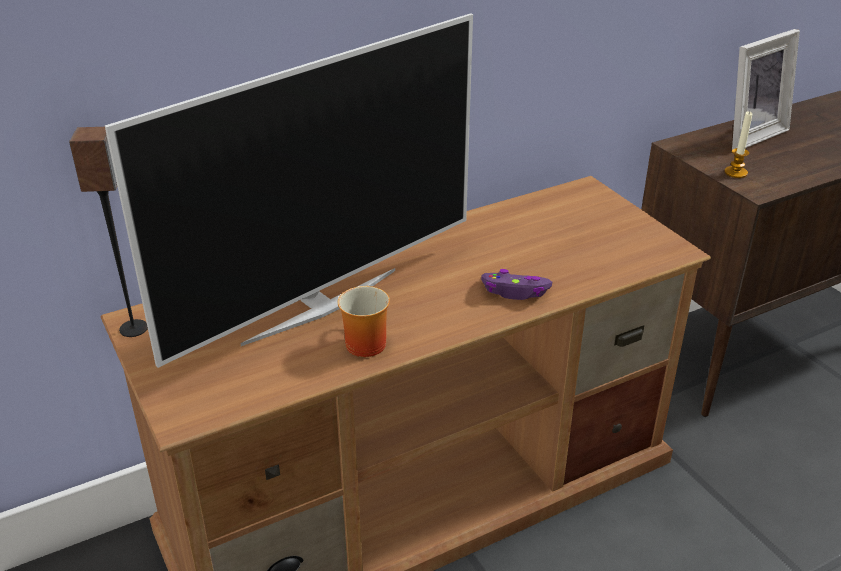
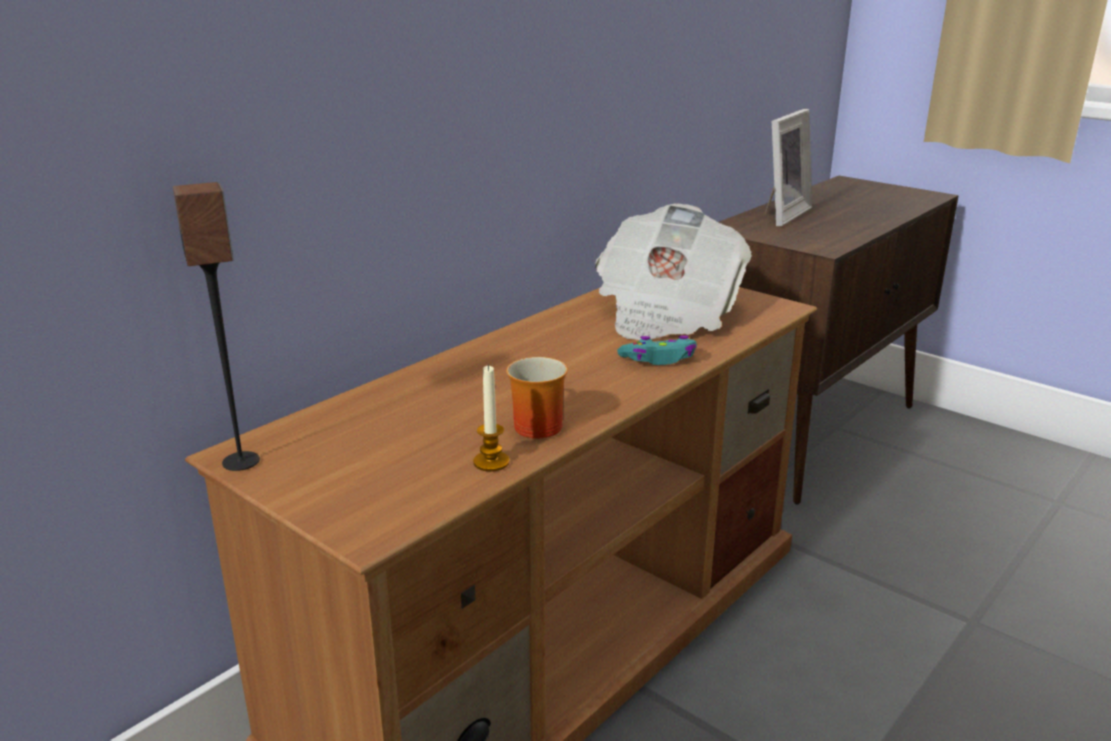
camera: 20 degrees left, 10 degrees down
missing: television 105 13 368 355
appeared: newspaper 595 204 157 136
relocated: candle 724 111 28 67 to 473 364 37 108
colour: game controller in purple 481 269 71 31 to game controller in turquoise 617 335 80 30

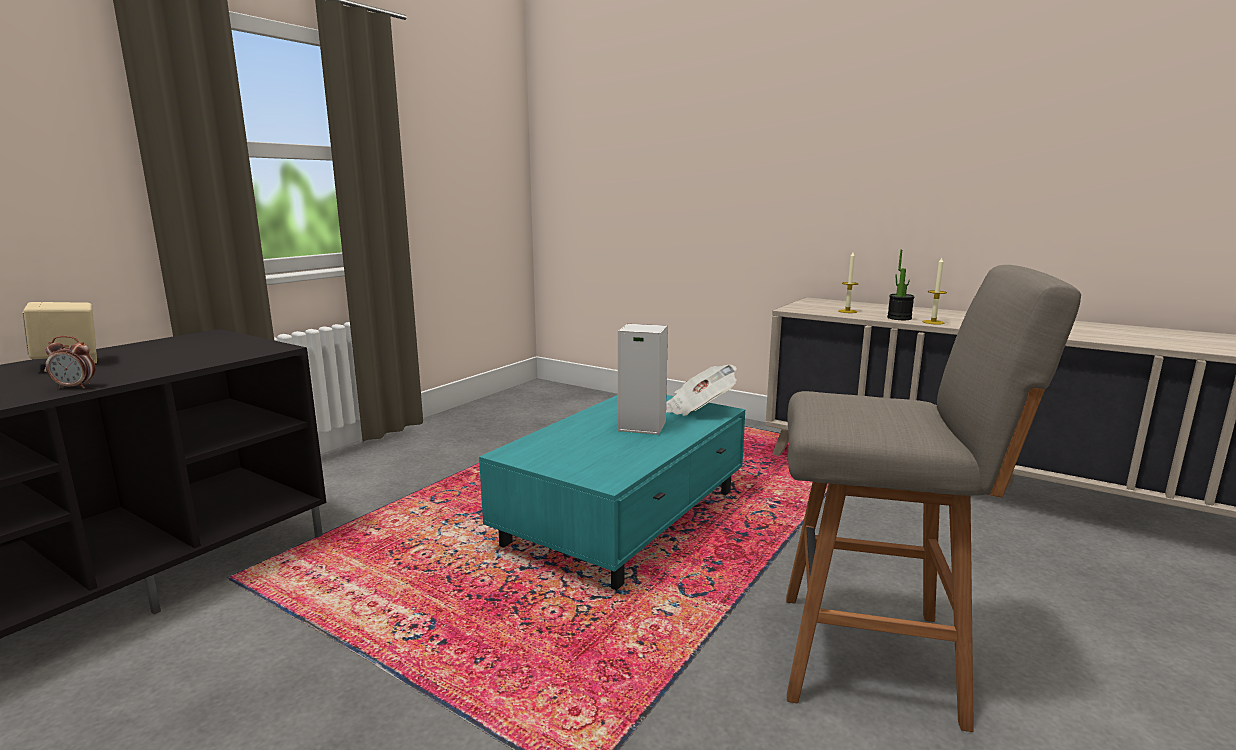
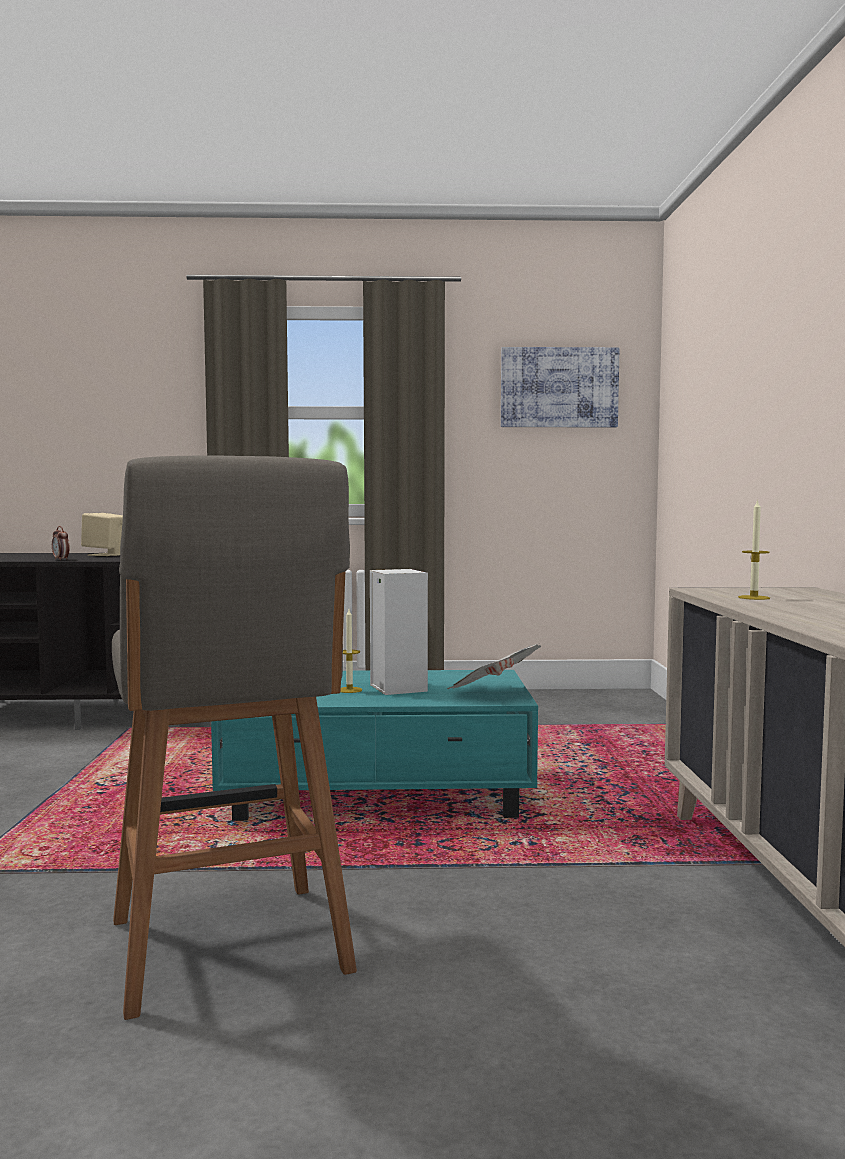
camera: 55 degrees right, 10 degrees down
missing: potted plant 887 250 27 70
appeared: picture 501 347 118 80
relocated: candle 922 258 25 67 to 341 609 21 84

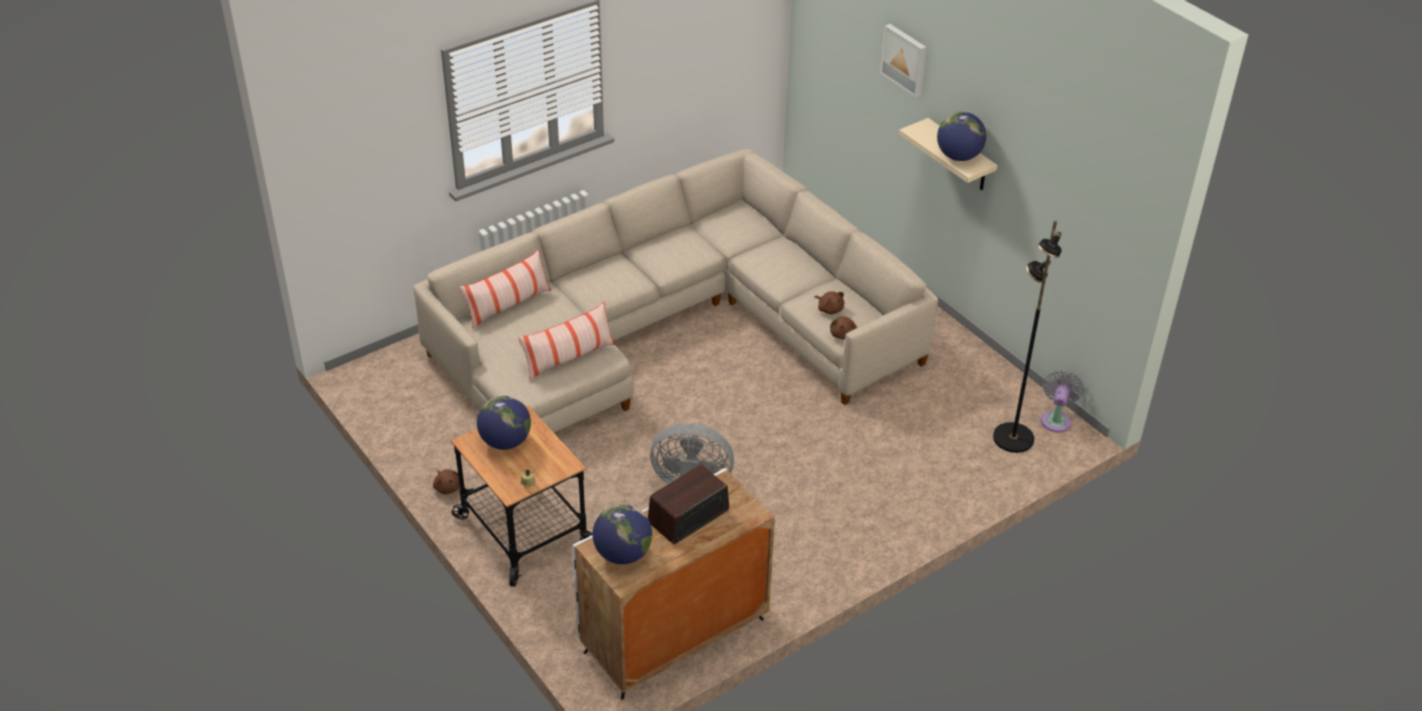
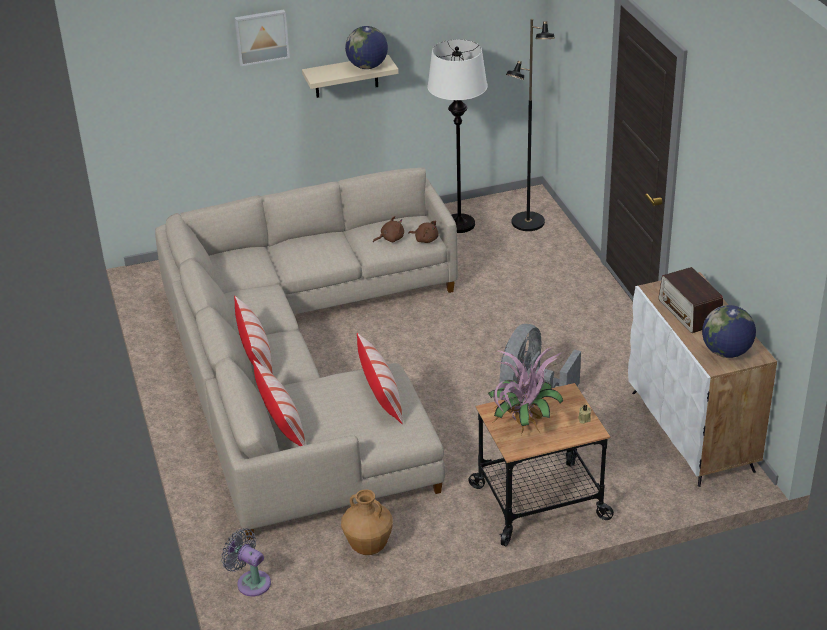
camera: 70 degrees left, 5 degrees down
missing: plush toy in brown 433 469 27 25
appeared: pillow 234 296 38 77; vase in brown 341 489 52 66; floor lamp in white 427 39 61 194
relocated: fan in grey 1041 370 43 62 to 221 528 50 68
exchanged: globe 477 396 54 54 to potted plant 488 345 75 90

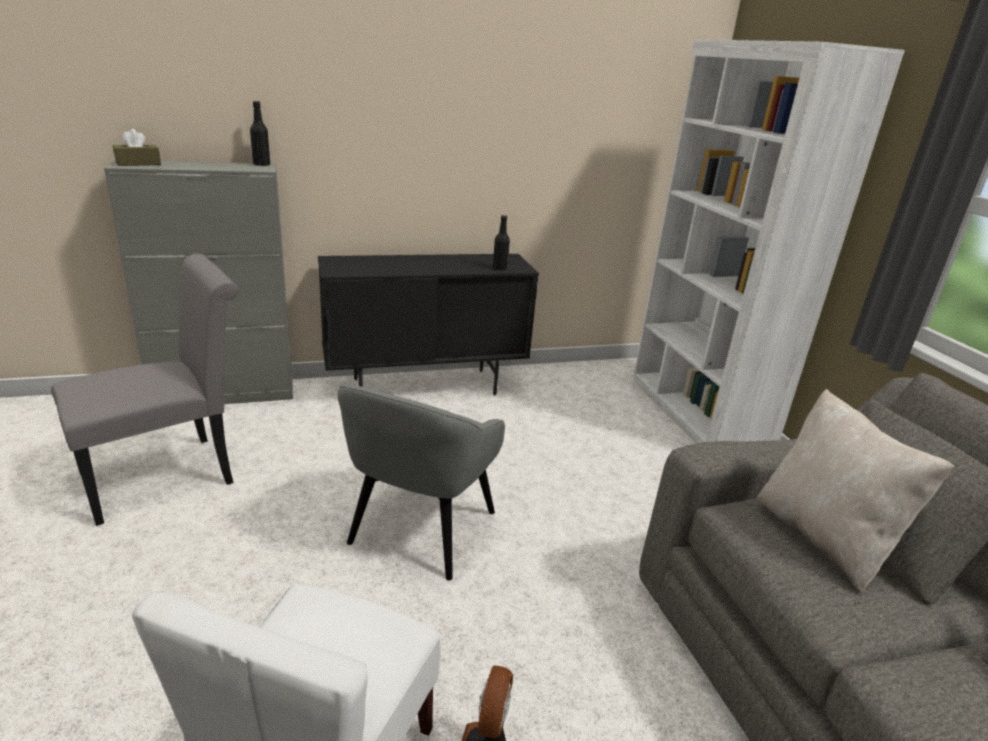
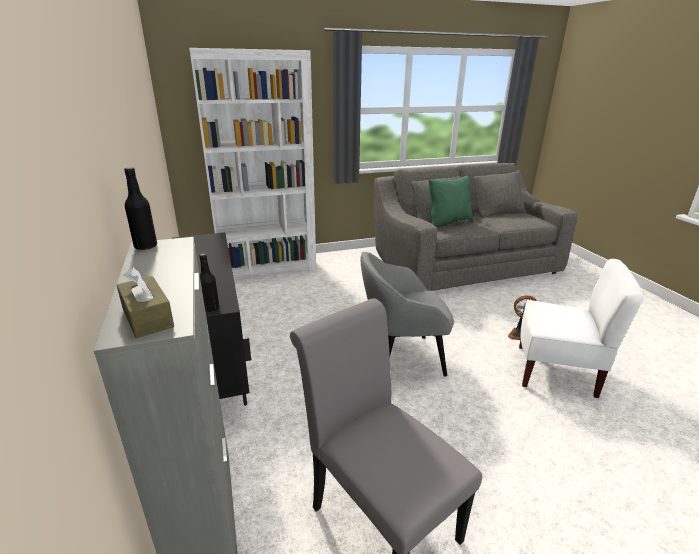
camera: 90 degrees left, 0 degrees up
relocated: bottle in black 493 215 17 56 to 199 253 20 59
colour: pillow in beige 756 389 198 204 to pillow in green 429 176 44 51
spun: armchair in grey 338 384 167 197 = 361 252 93 125 150 degrees clockwise

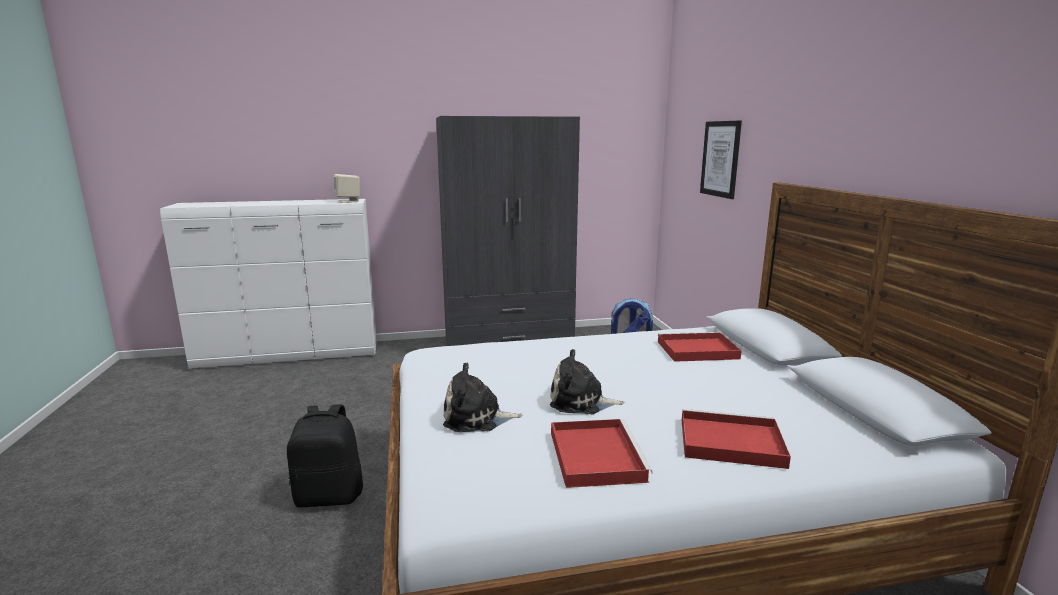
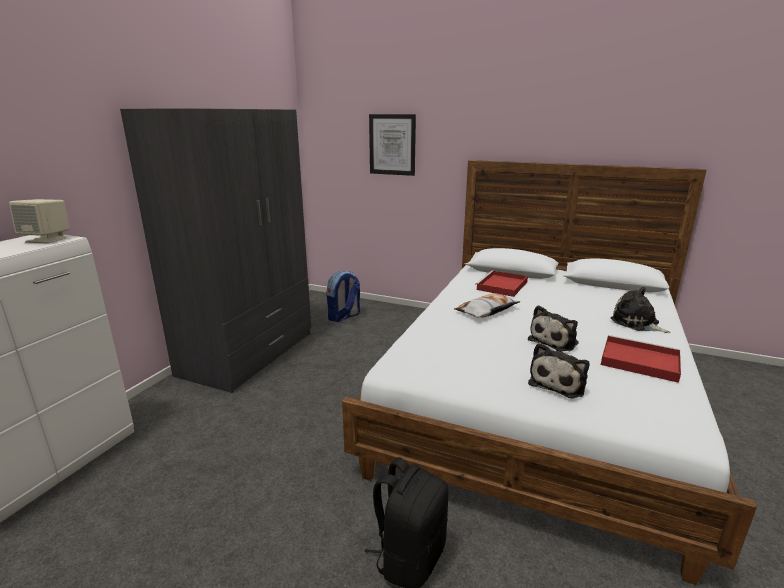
camera: 55 degrees left, 5 degrees up
appeared: pillow 454 294 66 24
exchanged: tray in red 682 409 109 60 to plush toy 611 287 59 46

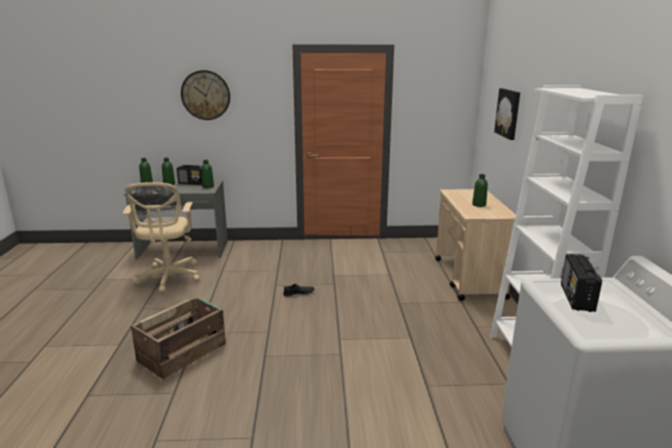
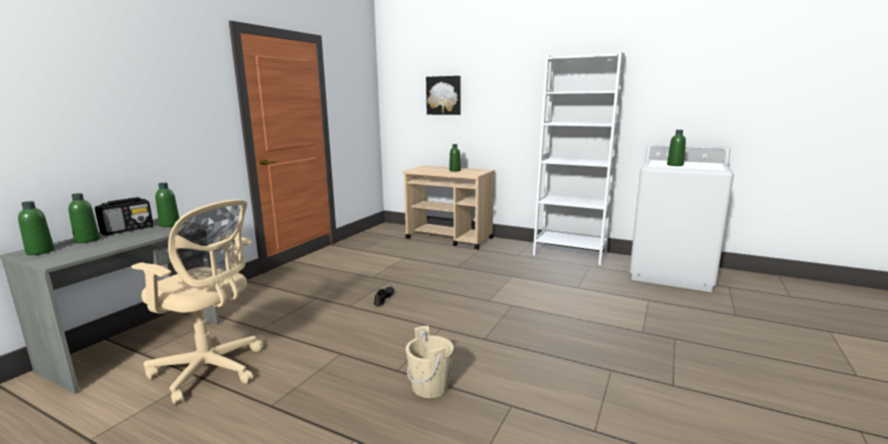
camera: 60 degrees left, 5 degrees down
missing: wall clock 181 70 49 50
exchanged: crate 131 296 95 83 to bucket in beige 406 326 48 72; radio 561 254 41 58 to bottle in green 667 130 19 36

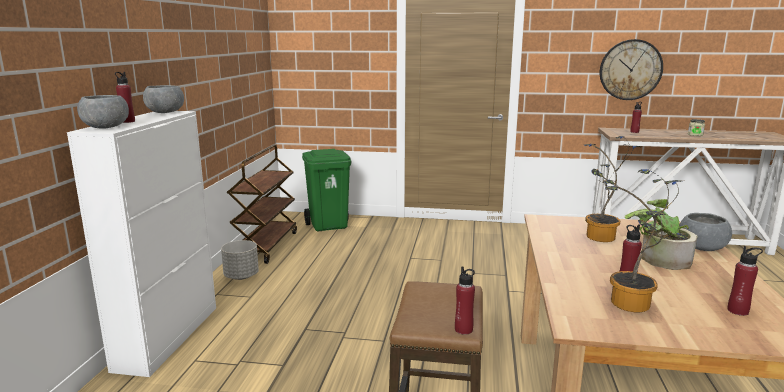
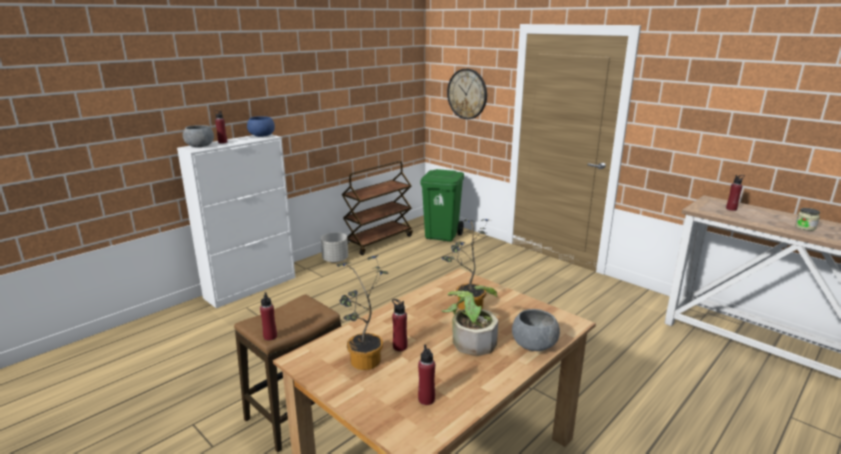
camera: 35 degrees right, 5 degrees up
relocated: wall clock 600 39 63 61 to 447 69 40 50
colour: bowl in grey 143 85 41 28 to bowl in blue 247 116 28 21

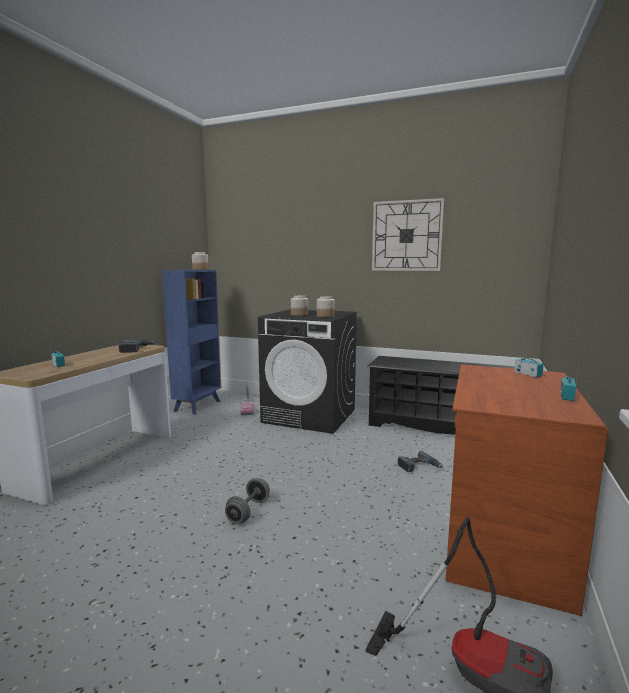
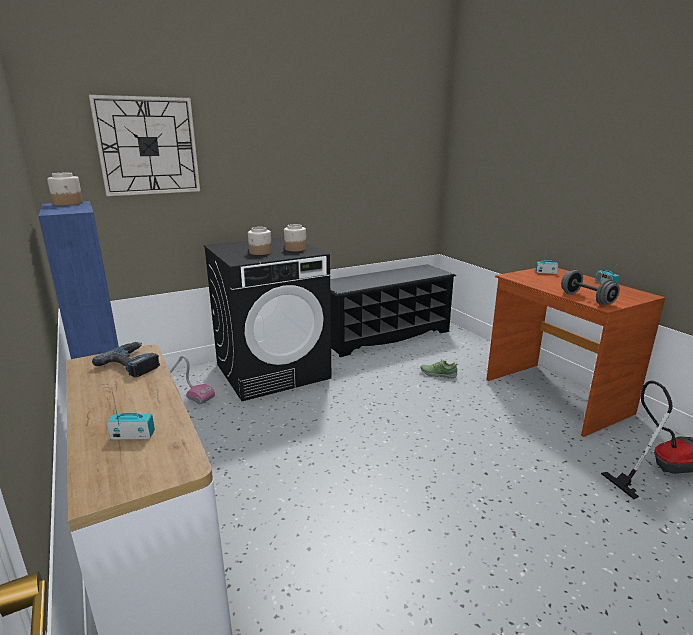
camera: 50 degrees left, 10 degrees up
relocated: wall clock 372 198 72 73 to 89 95 111 101; dumbbell in grey 225 478 45 46 to 561 270 59 35
exchanged: power drill 398 451 45 21 to shoe 420 360 38 19

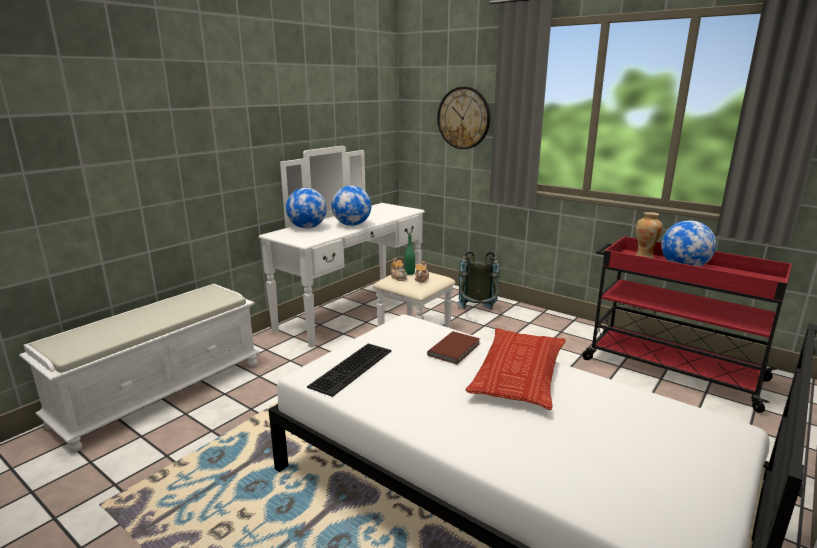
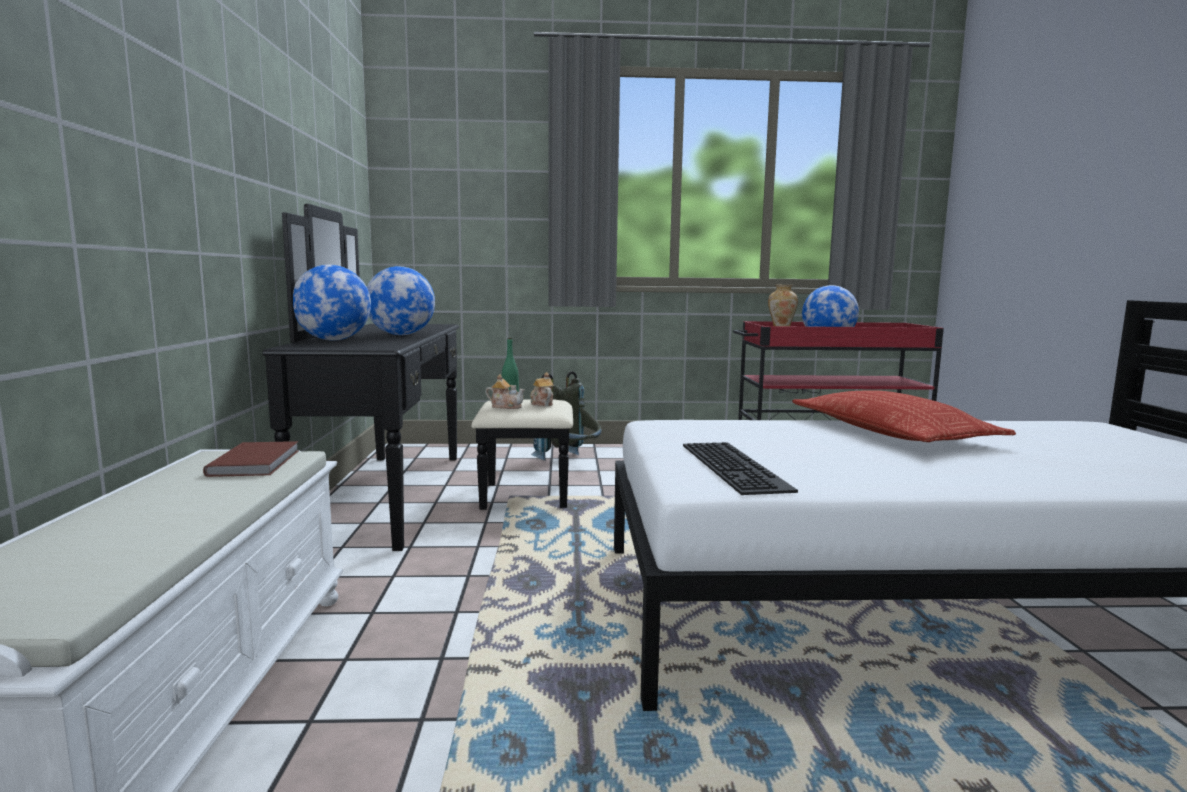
camera: 40 degrees left, 10 degrees down
missing: wall clock 437 87 53 62
relocated: book in brown 427 331 53 34 to 203 441 95 36
colour: dresser in white 259 146 197 202 to dresser in black 262 204 311 347

